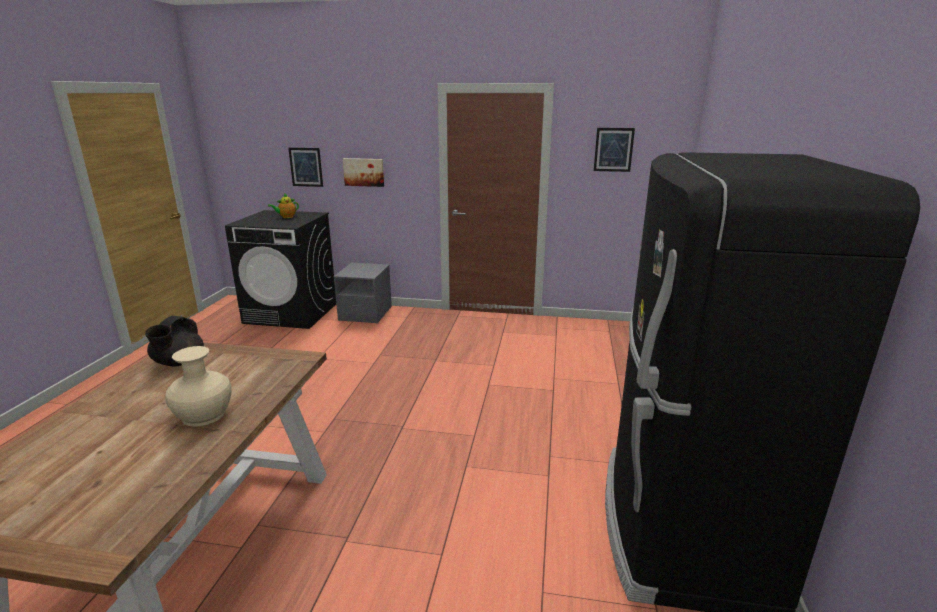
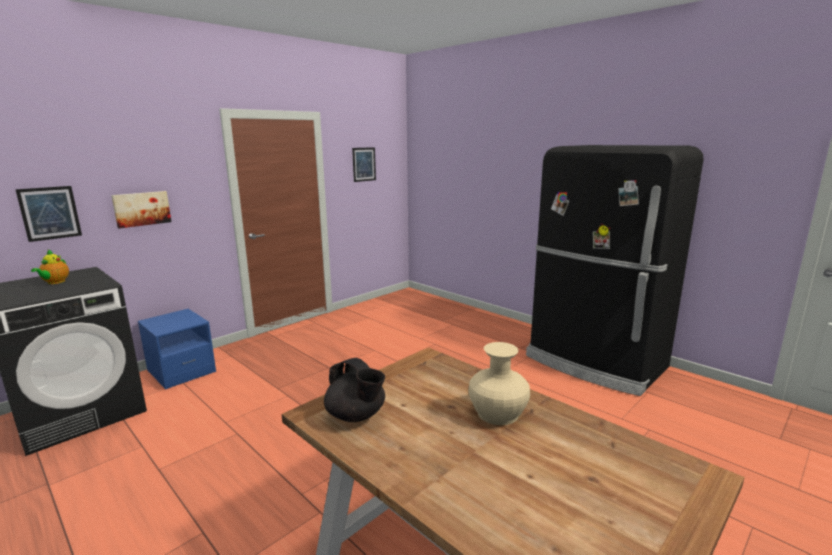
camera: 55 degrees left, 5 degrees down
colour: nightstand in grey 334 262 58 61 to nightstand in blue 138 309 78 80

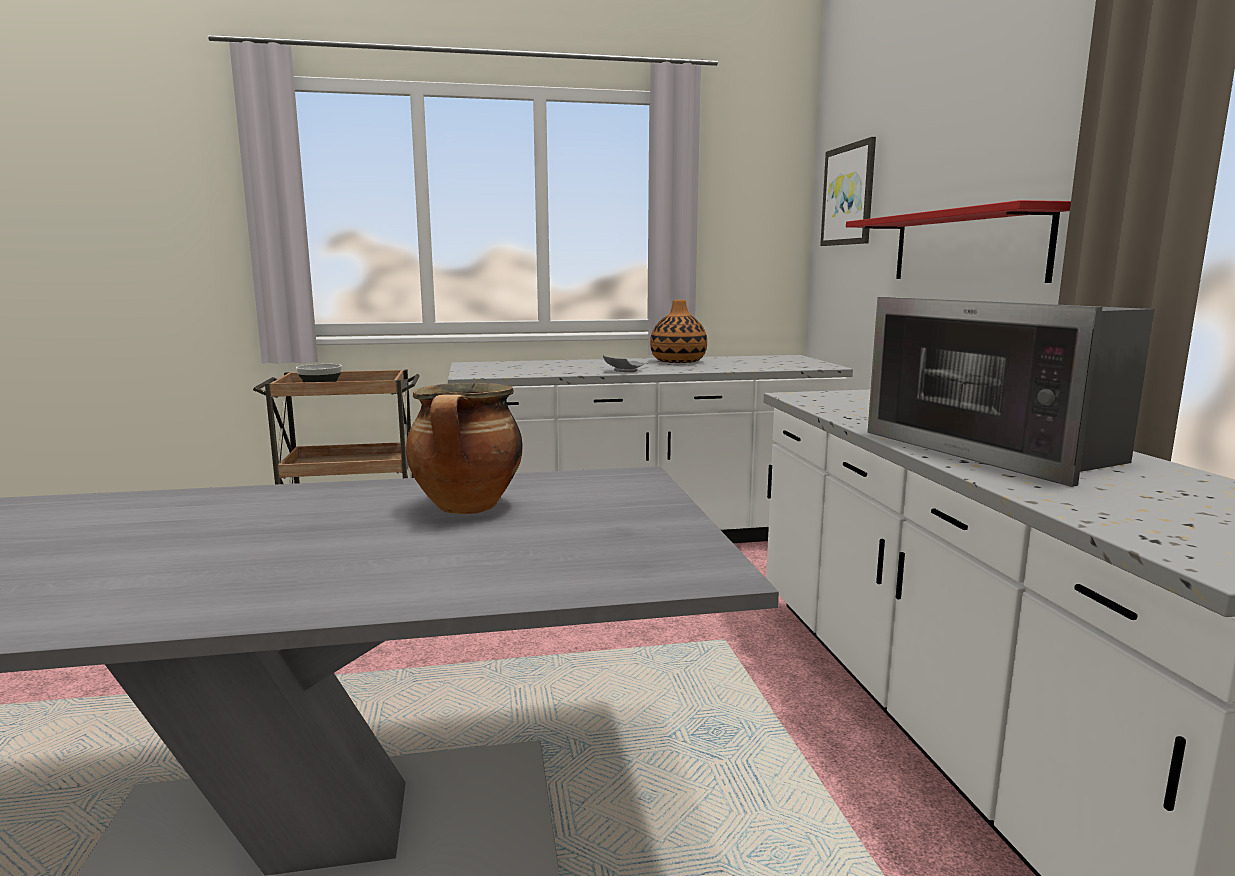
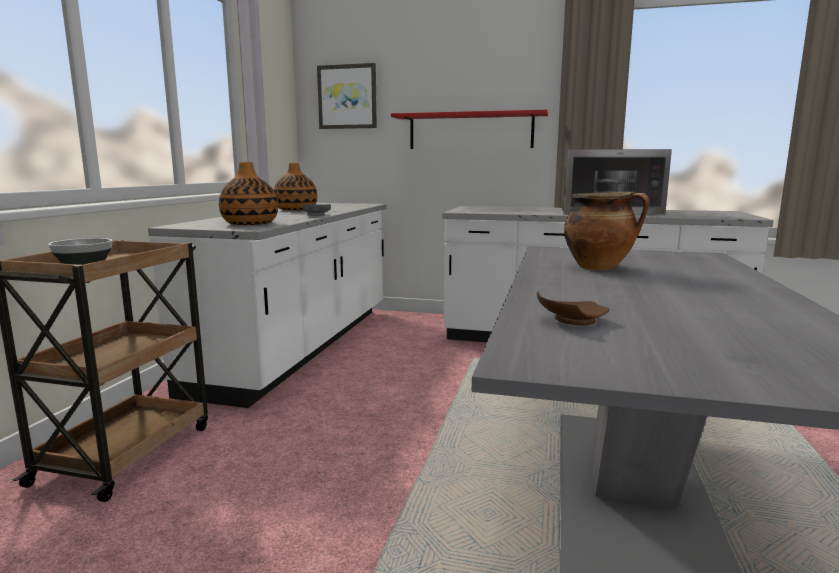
camera: 65 degrees left, 0 degrees up
appeared: vase 219 162 59 63; plate in brown 537 291 73 35

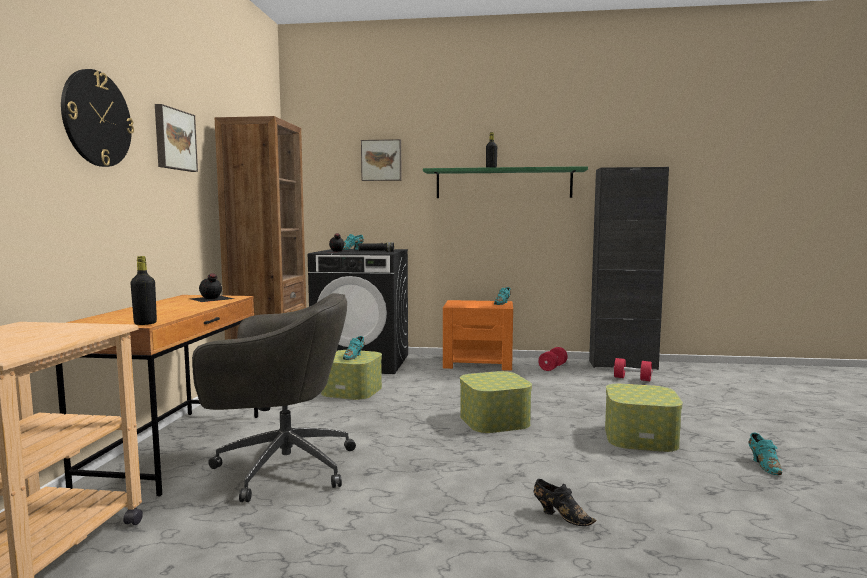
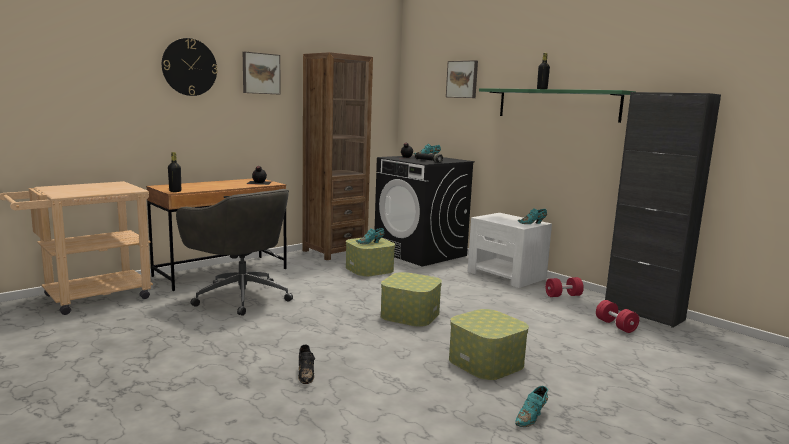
camera: 40 degrees right, 5 degrees up
colour: nightstand in orange 443 300 70 71 to nightstand in white 468 213 84 75

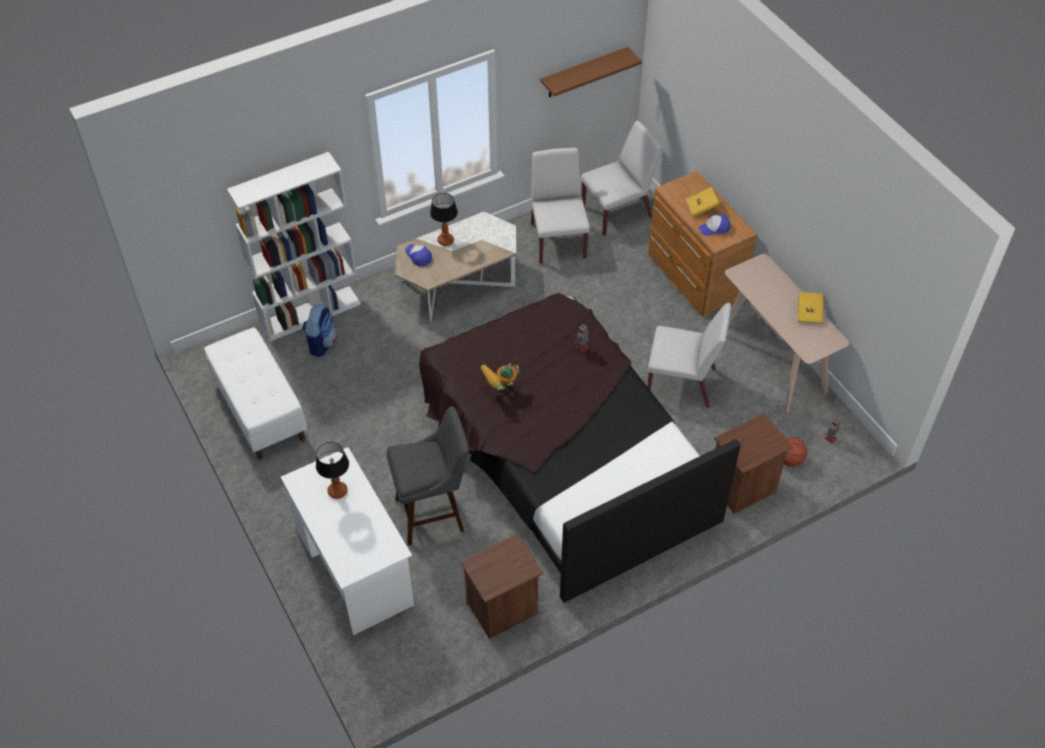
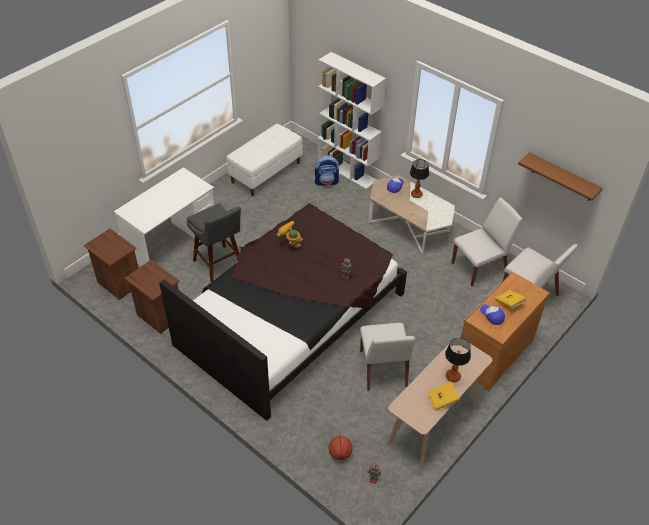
camera: 70 degrees right, 5 degrees down
relocated: nightstand in brown 714 413 79 101 to 84 229 54 71; table lamp 316 442 33 57 to 445 338 26 44

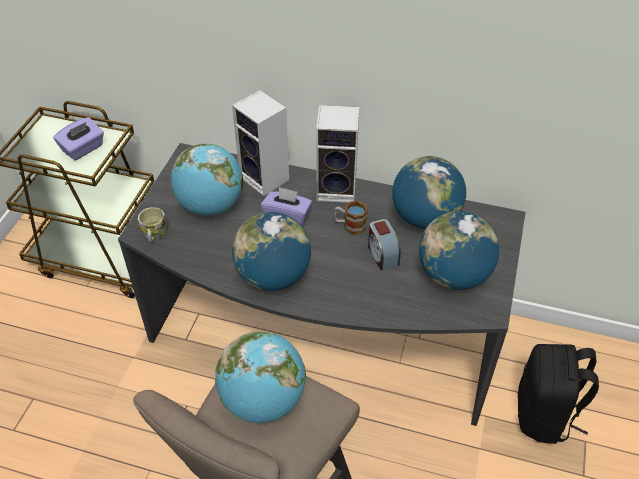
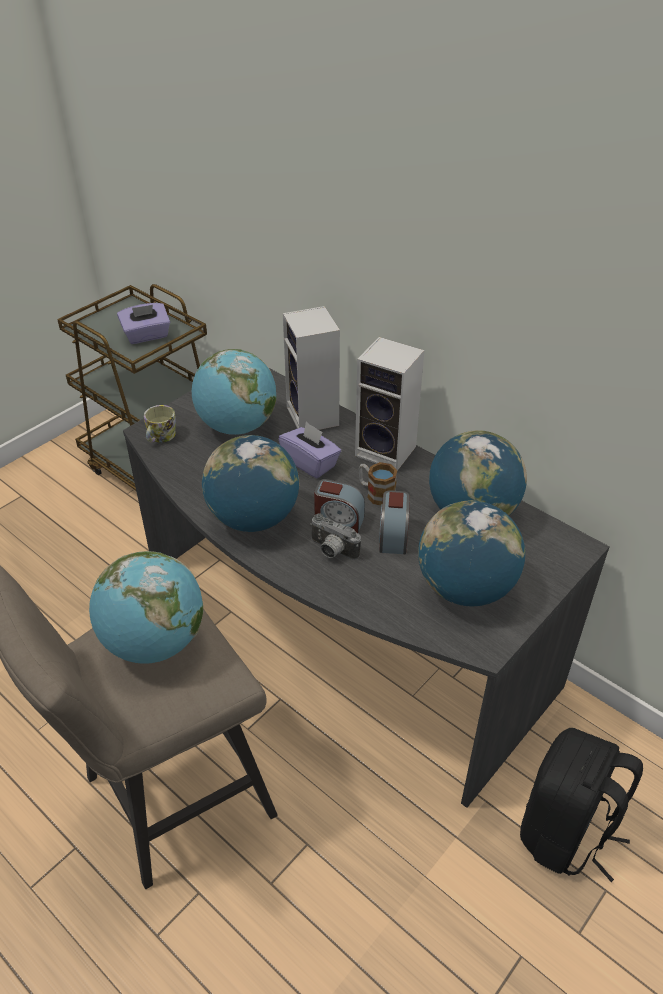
camera: 25 degrees right, 5 degrees down
appeared: photo camera 310 513 51 47; alarm clock 314 479 51 54

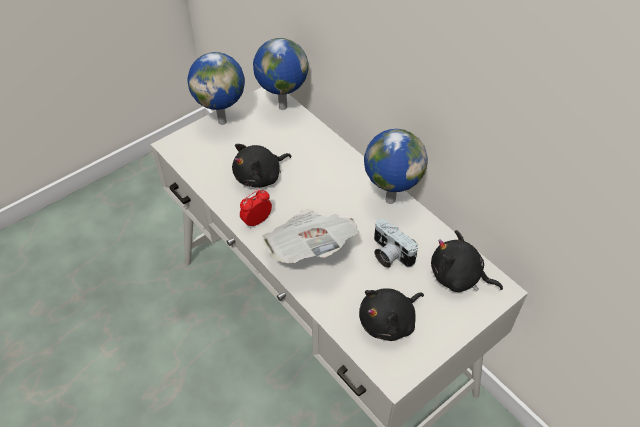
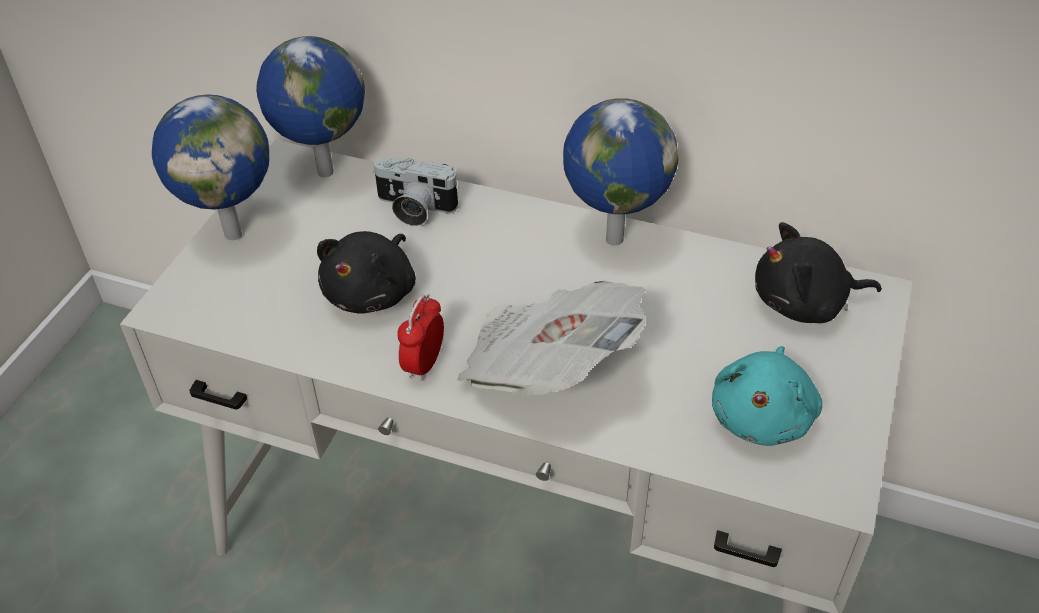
camera: 30 degrees left, 5 degrees down
relocated: photo camera 374 219 44 49 to 373 157 86 69
colour: plush toy in black 359 289 65 52 to plush toy in turquoise 712 346 110 100

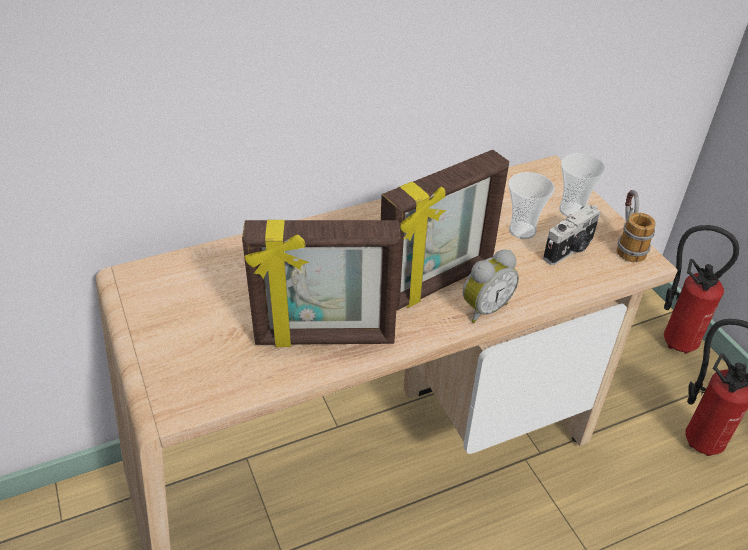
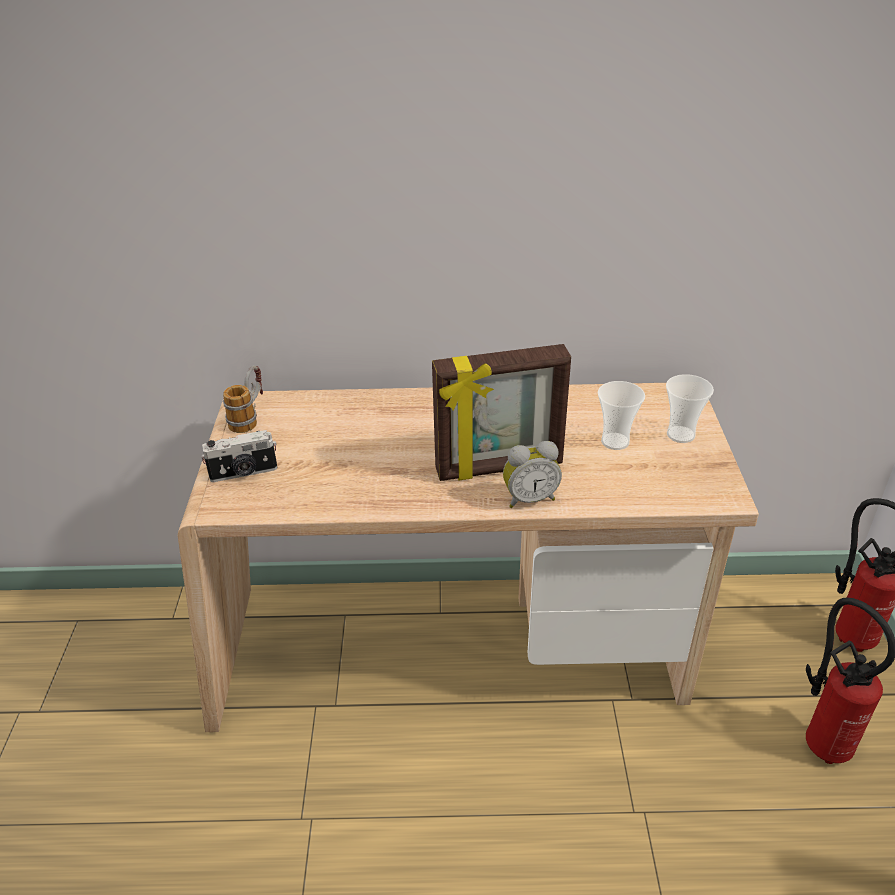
camera: 25 degrees right, 5 degrees down
missing: picture frame 242 220 159 127
relocated: photo camera 543 205 58 60 to 201 430 76 52; mug 617 190 39 72 to 223 366 40 67

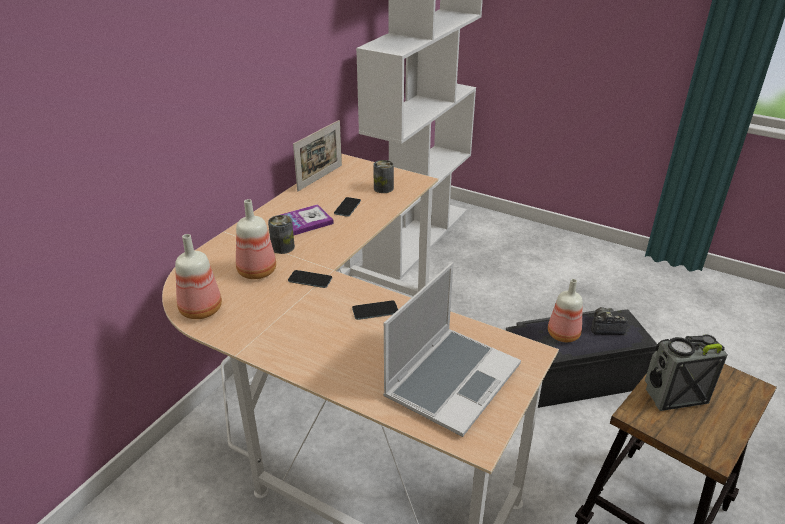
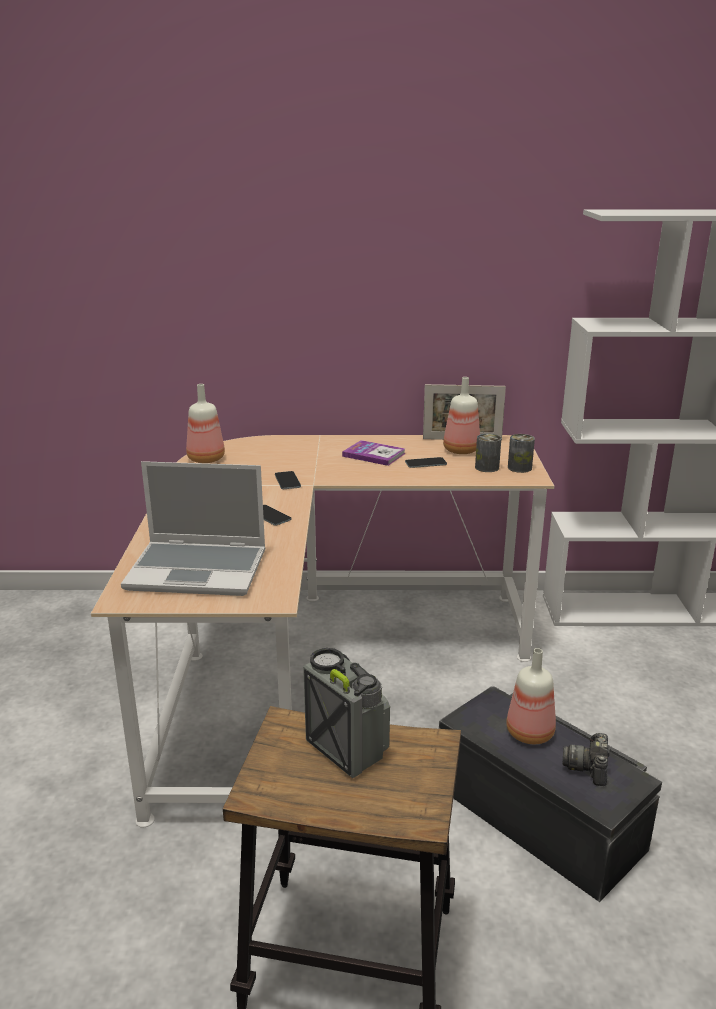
camera: 60 degrees right, 10 degrees down
relocated: bottle 236 199 40 80 to 443 377 37 77; can 268 215 27 39 to 508 434 27 39
spun: photo camera 591 307 37 28 = 563 733 46 53 135 degrees counterclockwise

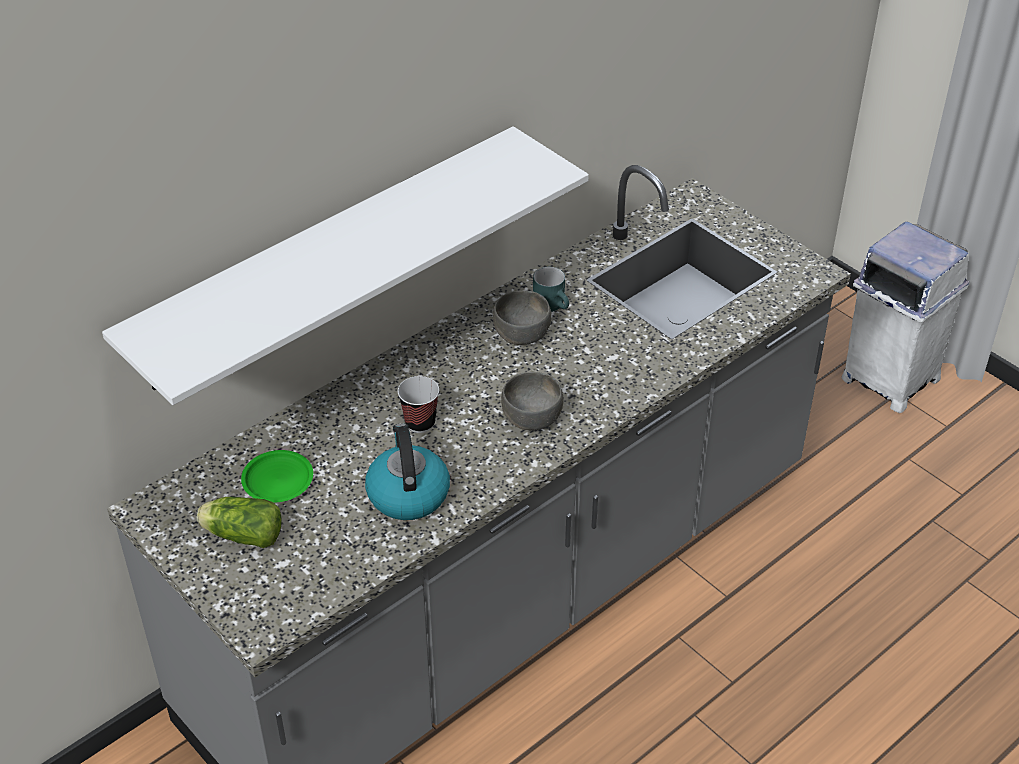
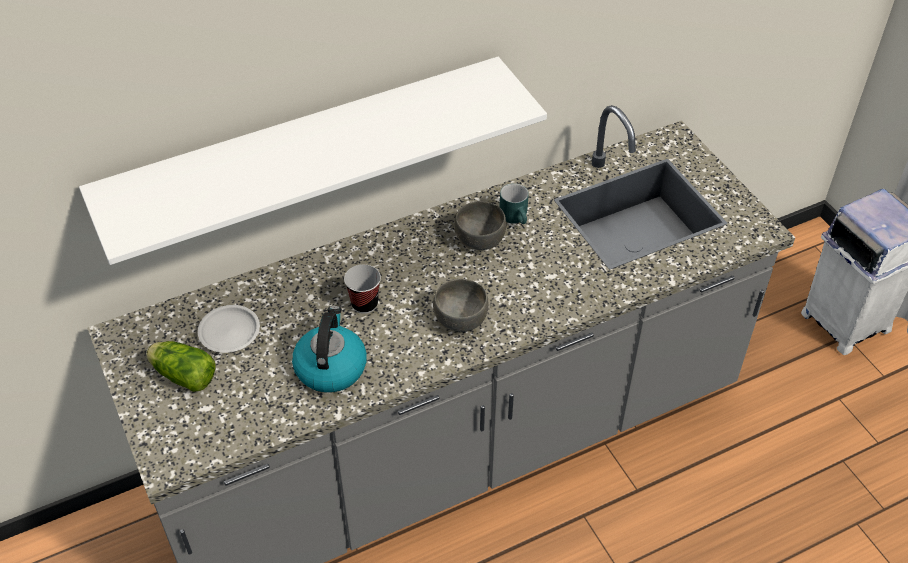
camera: 15 degrees right, 5 degrees up
colour: plate in green 241 450 72 53 to plate in white 198 305 62 48

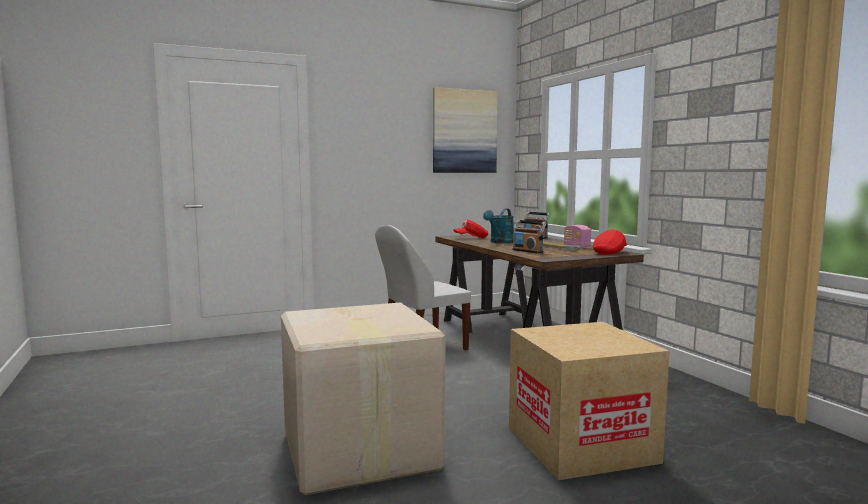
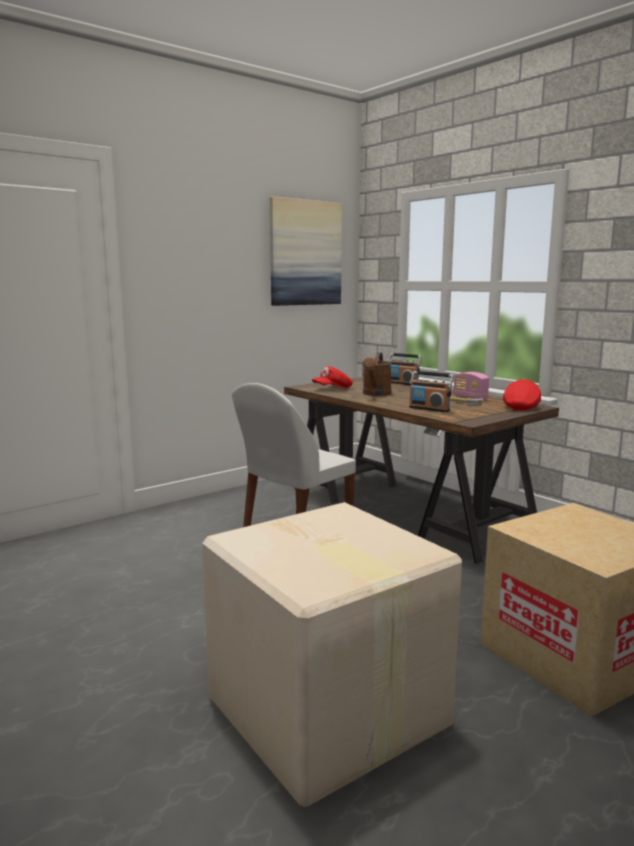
camera: 15 degrees left, 5 degrees up
colour: watering can in turquoise 483 209 31 34 to watering can in brown 362 353 29 43

